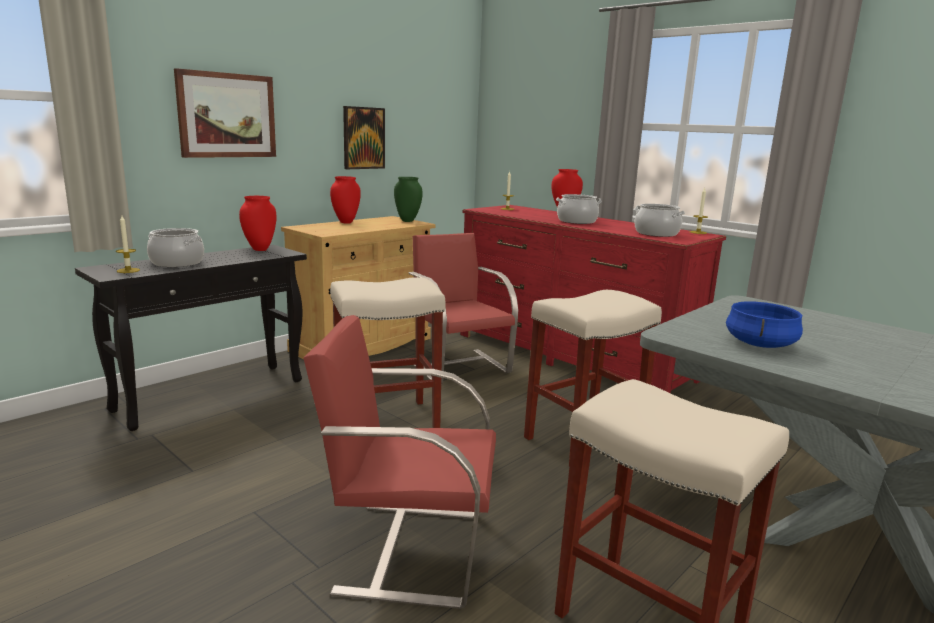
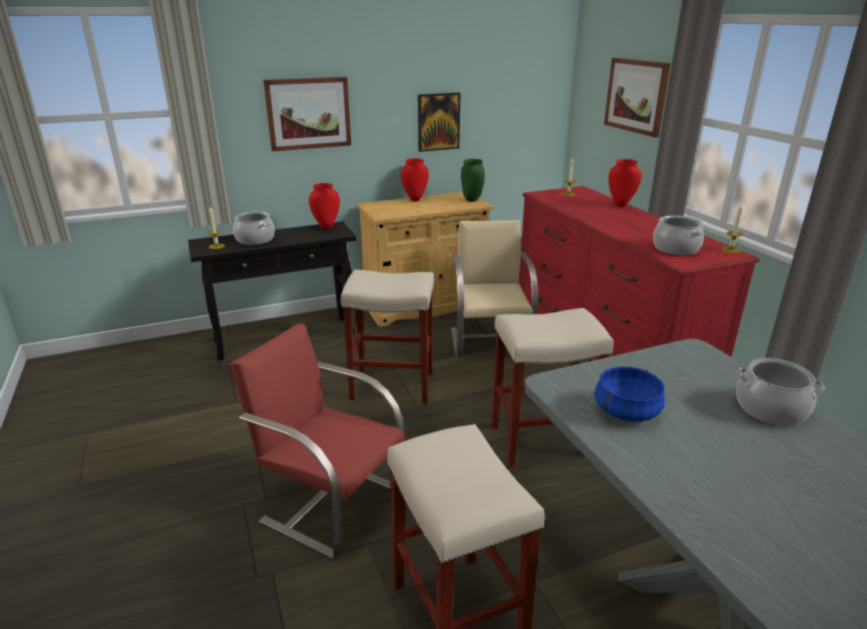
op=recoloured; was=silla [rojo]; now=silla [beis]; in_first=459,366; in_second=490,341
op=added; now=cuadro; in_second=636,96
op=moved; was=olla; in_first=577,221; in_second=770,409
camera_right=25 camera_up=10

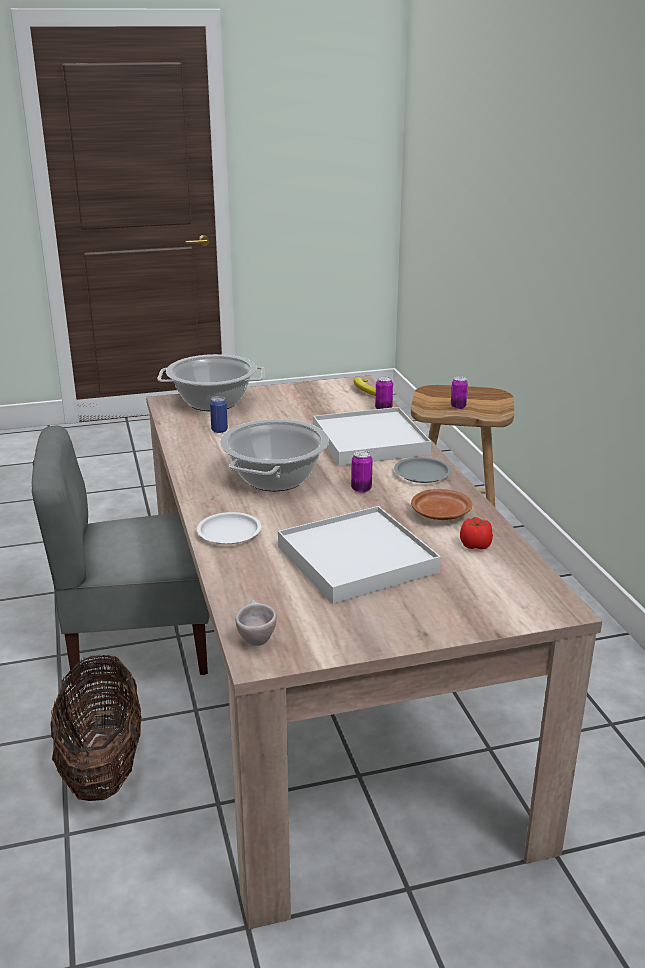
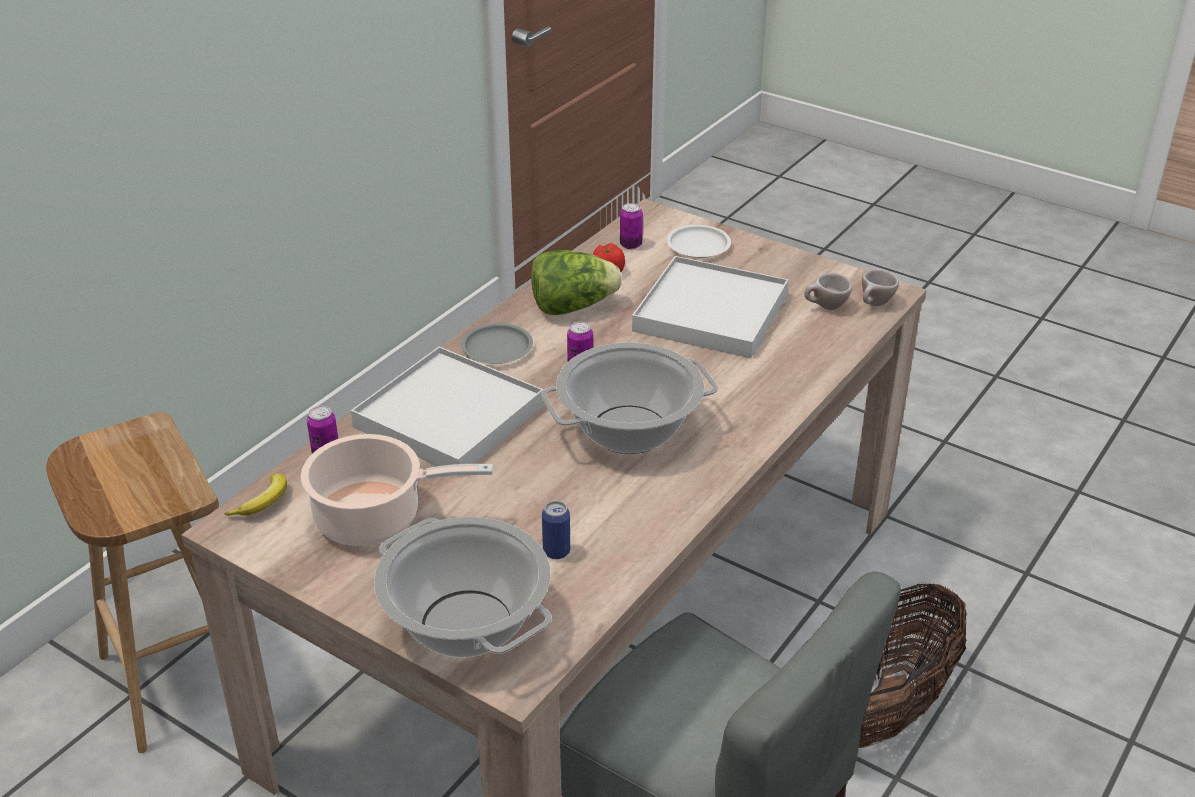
op=added; now=olla; in_second=375,518
op=replaced; was=plato [marrón]; now=lechuga; in_first=441,514; in_second=572,307
op=moved; was=lata; in_first=458,406; in_second=631,245
op=moved; was=plato [blanco]; in_first=229,532; in_second=697,246
op=added; now=taza [beis]; in_second=825,307
camera_right=-130 camera_up=10

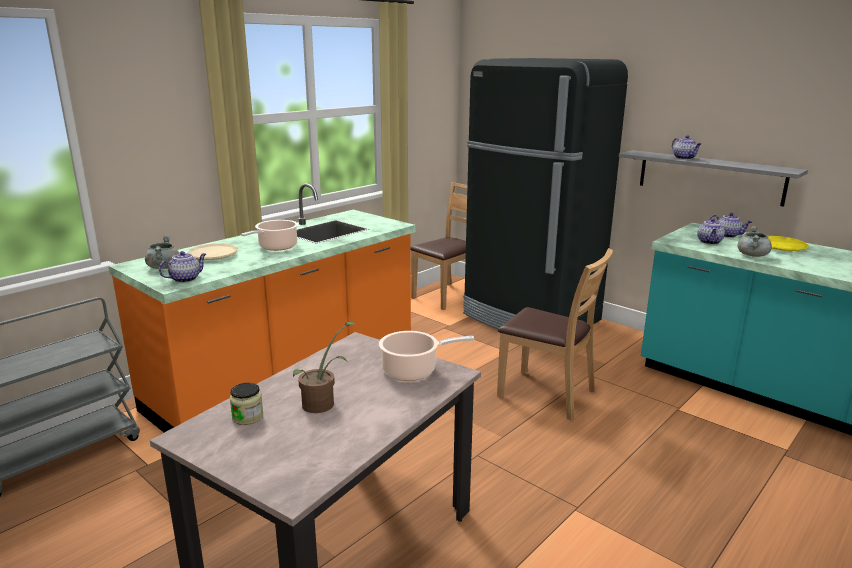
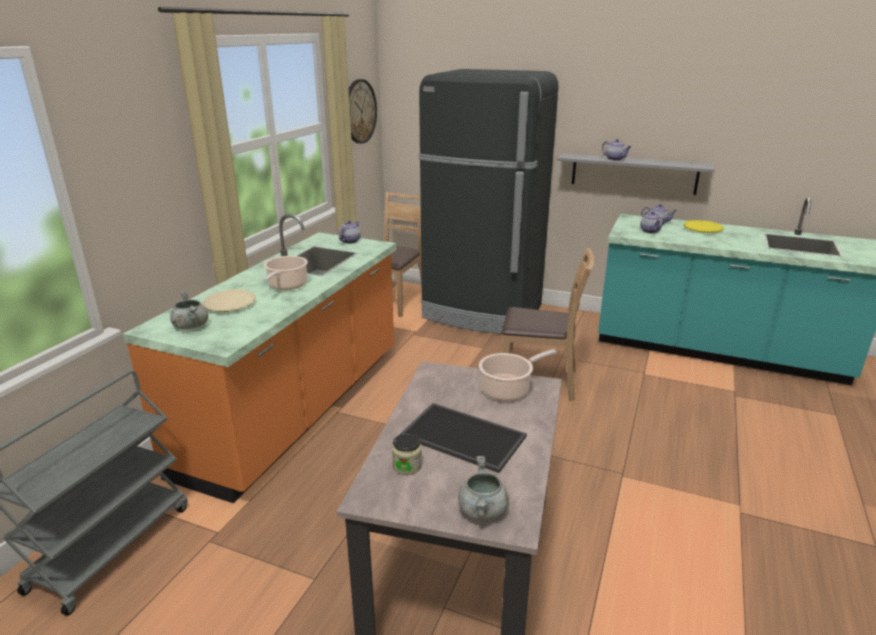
op=moved; was=tetera; in_first=186,279; in_second=350,241
op=added; now=reloj de pared; in_second=359,111
op=replaced; was=planta en maceta; now=bandeja; in_first=323,403; in_second=461,437
op=moved; was=olla [gris]; in_first=752,255; in_second=483,511
camera_right=-20 camera_up=5

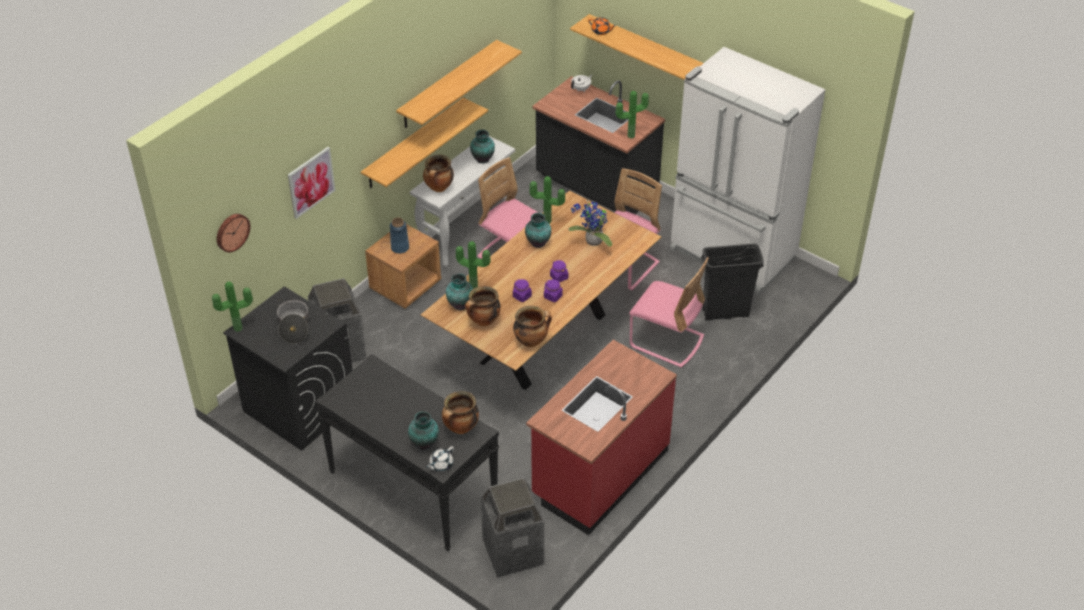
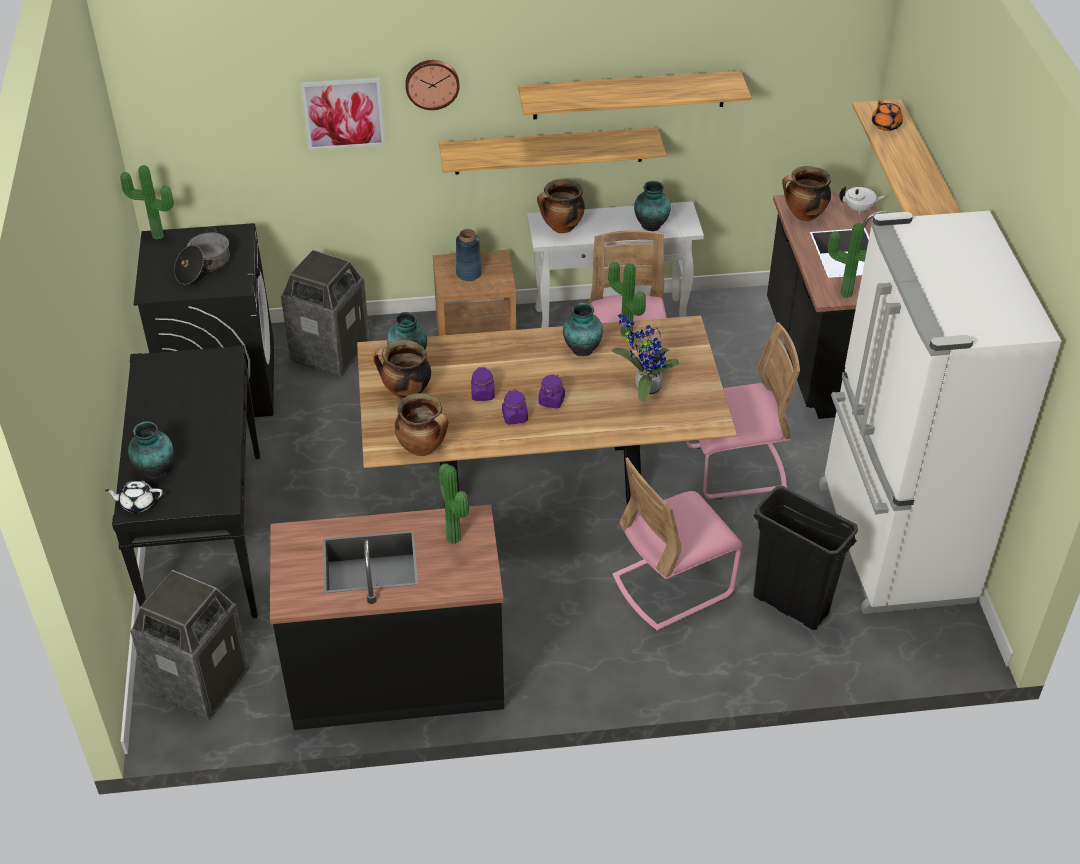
op=recoloured; was=mueble bajo de cocina [rojo]; now=mueble bajo de cocina [negro]; in_first=599,473; in_second=396,673
op=moved; was=reloj de pared; in_first=231,232; in_second=432,83
op=moved; was=planta en maceta; in_first=474,285; in_second=456,537
op=turned; was=silla [rosa]; in_first=666,341; in_second=672,585; clockwise=75
op=moved; was=olla; in_first=460,428; in_second=803,215
camera_right=45 camera_up=0

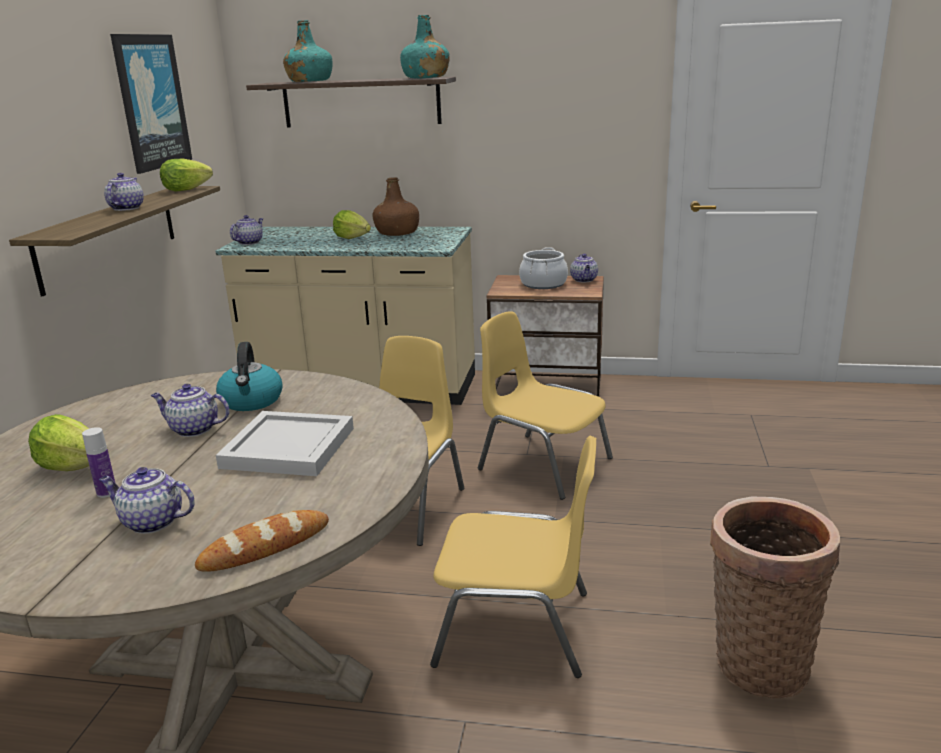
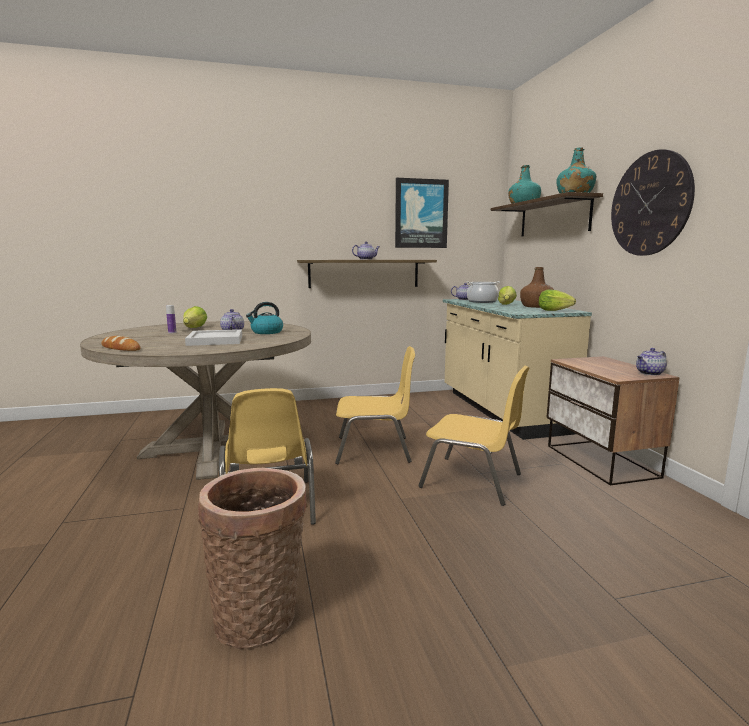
op=turned; was=silla [amarillo]; in_first=542,464; in_second=473,481; clockwise=105
op=moved; was=olla; in_first=543,284; in_second=482,301
op=moved; was=lechuga; in_first=186,190; in_second=553,311
op=added; now=reloj de pared; in_second=650,204
op=removed; was=tetera; in_first=151,522
camera_right=65 camera_up=-10

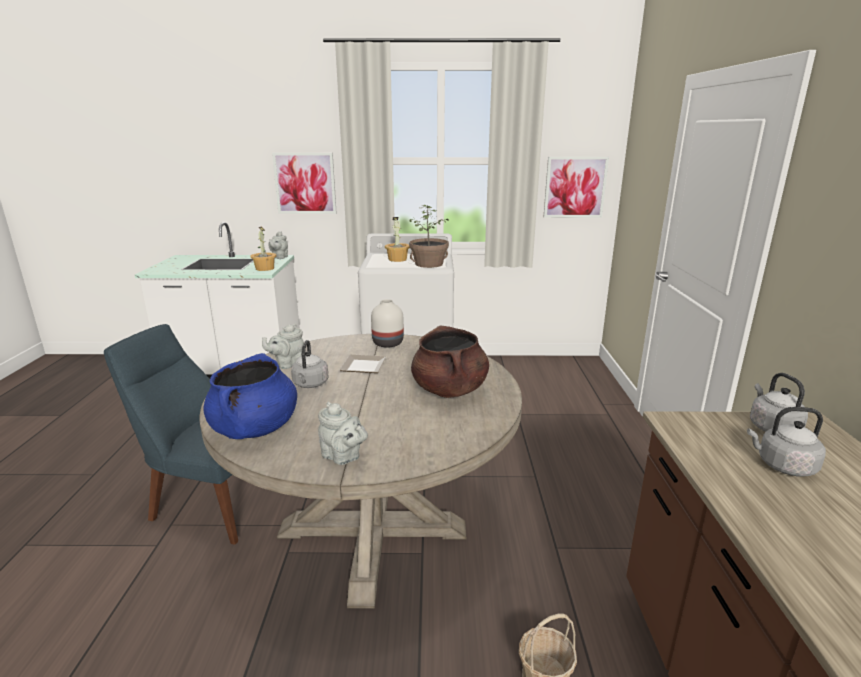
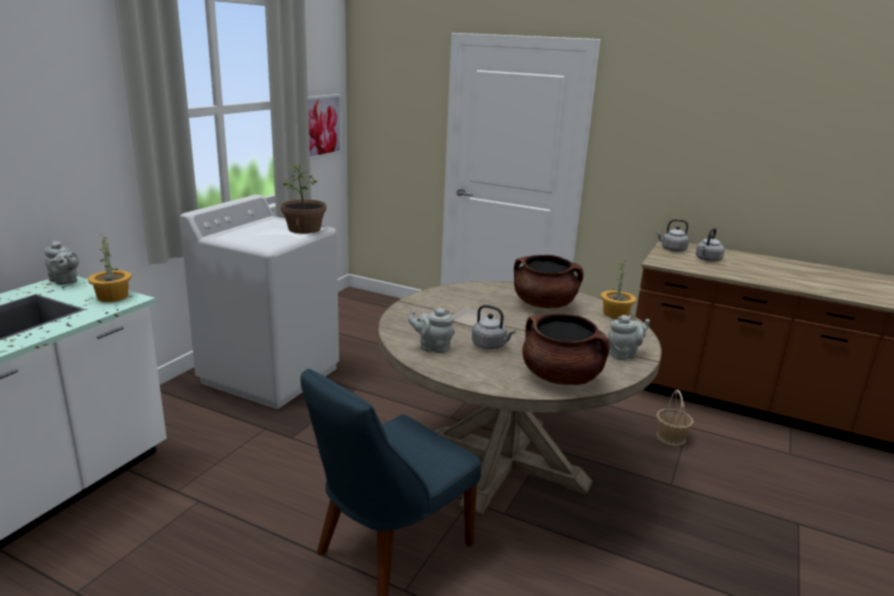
op=turned; was=tetera [gris]; in_first=287,364; in_second=432,347; clockwise=120
op=recoloured; was=olla [azul]; now=olla [marrón]; in_first=255,428; in_second=561,377
op=moved; was=planta en maceta; in_first=397,259; in_second=616,314
op=removed; was=cuadro; in_first=305,183
op=removed; was=florero [blanco]; in_first=387,343
camera_right=-65 camera_up=0

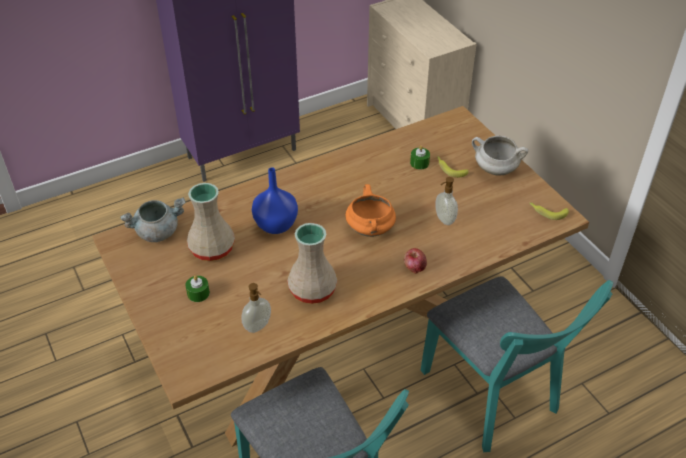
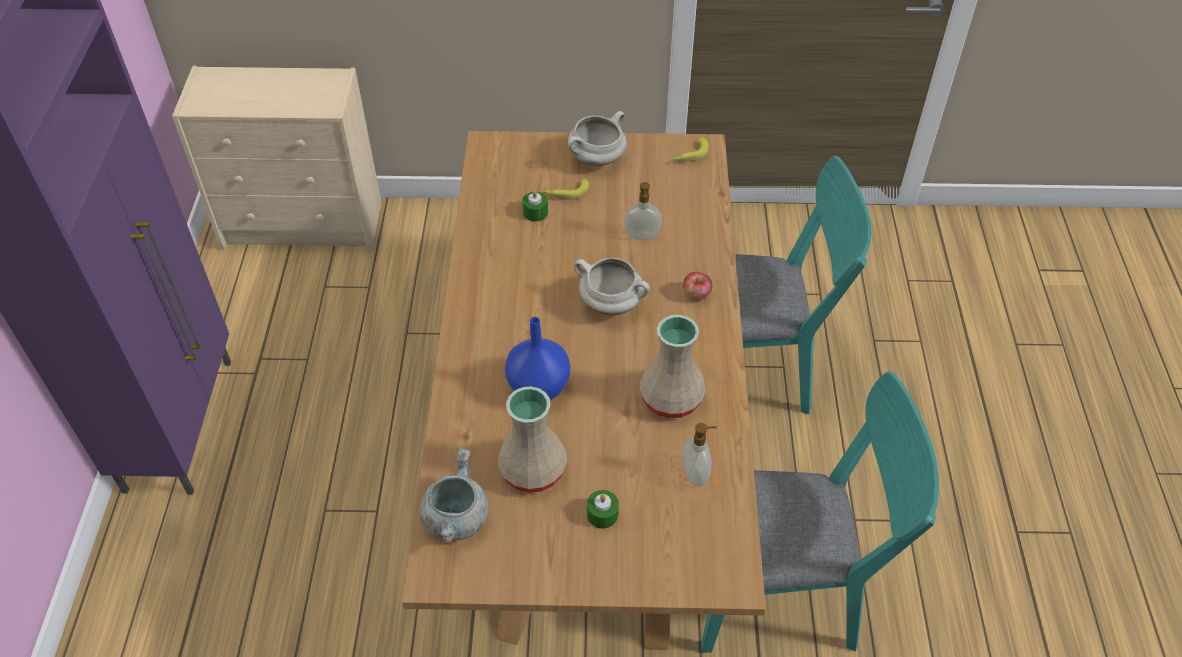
op=recoloured; was=olla [naranja]; now=olla [blanco]; in_first=371,229; in_second=612,304
camera_right=-60 camera_up=5

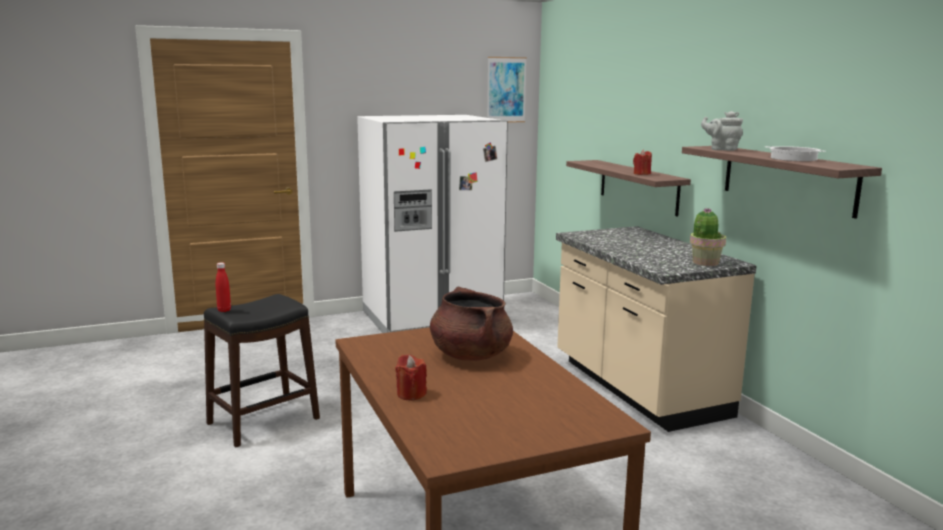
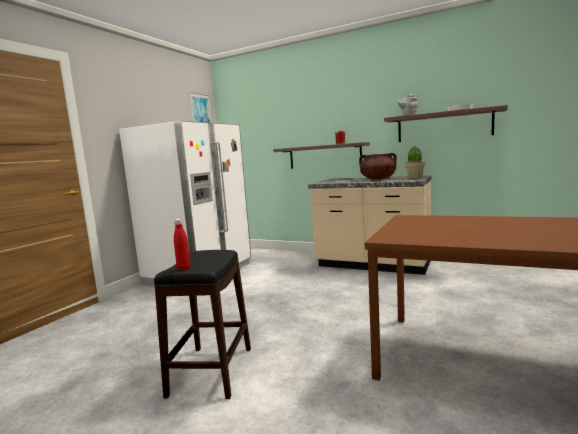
op=moved; was=olla [marrón]; in_first=470,355; in_second=378,179
op=removed; was=vela [rojo]; in_first=411,394
camera_right=-40 camera_up=-5

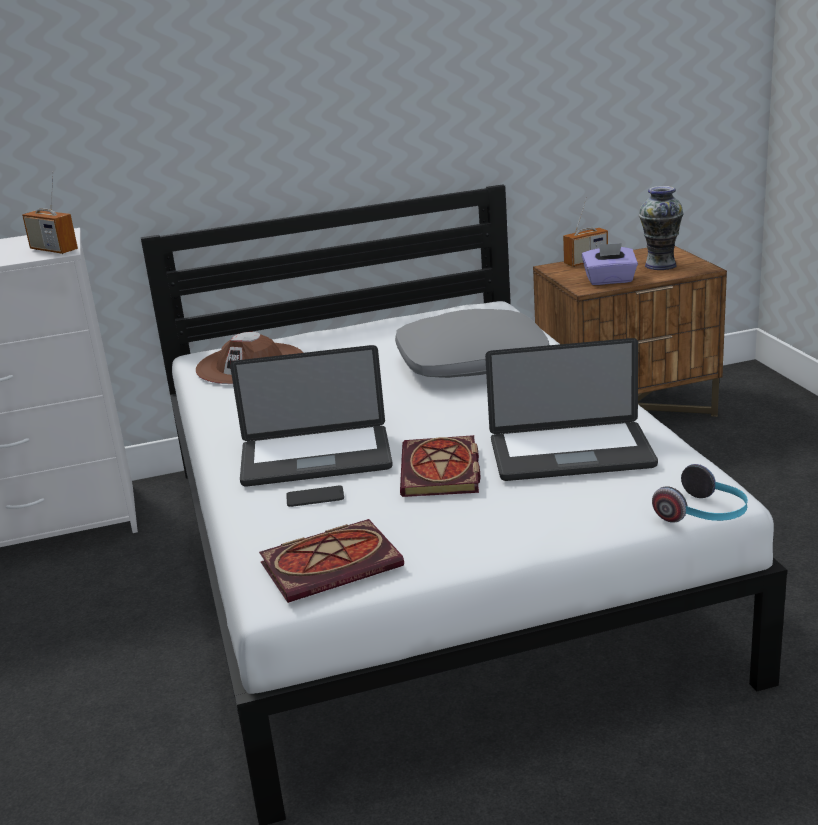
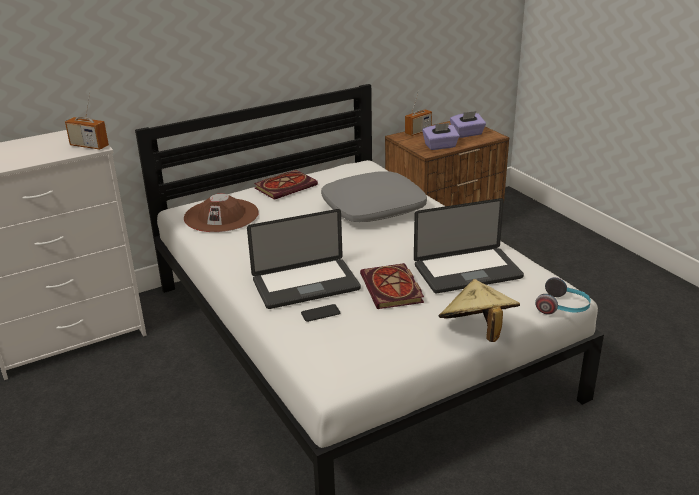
op=moved; was=libro; in_first=333,563; in_second=286,186
op=added; now=sombrero [beis]; in_second=477,332
op=replaced; was=florero; now=caja de pañuelos [morado]; in_first=661,265; in_second=467,134
camera_right=-15 camera_up=5

